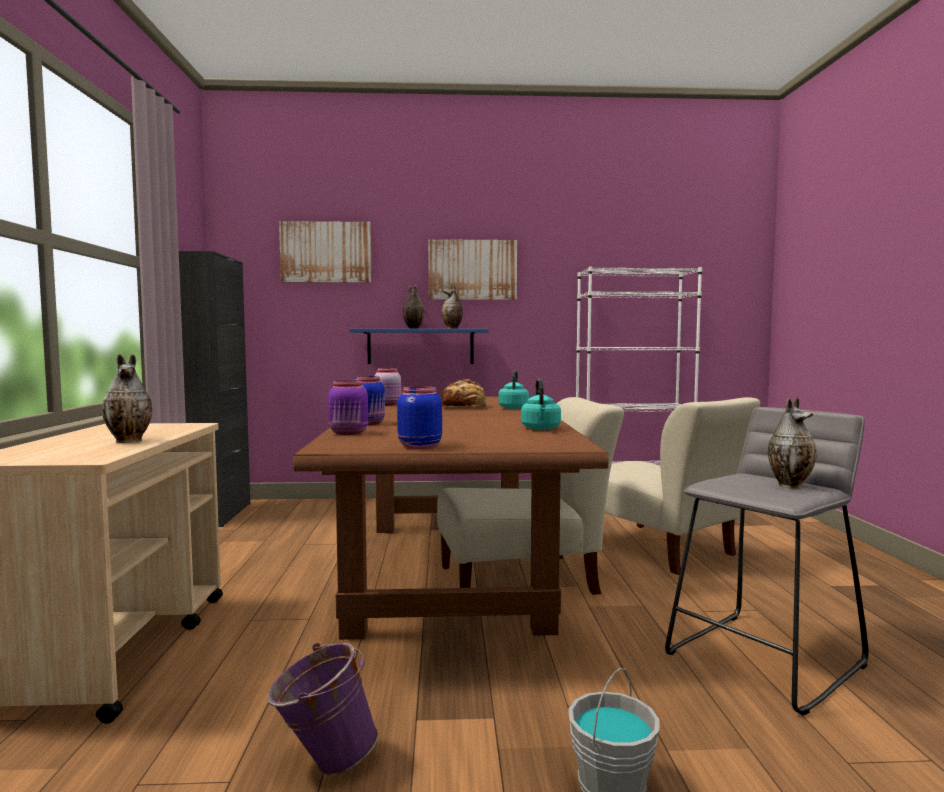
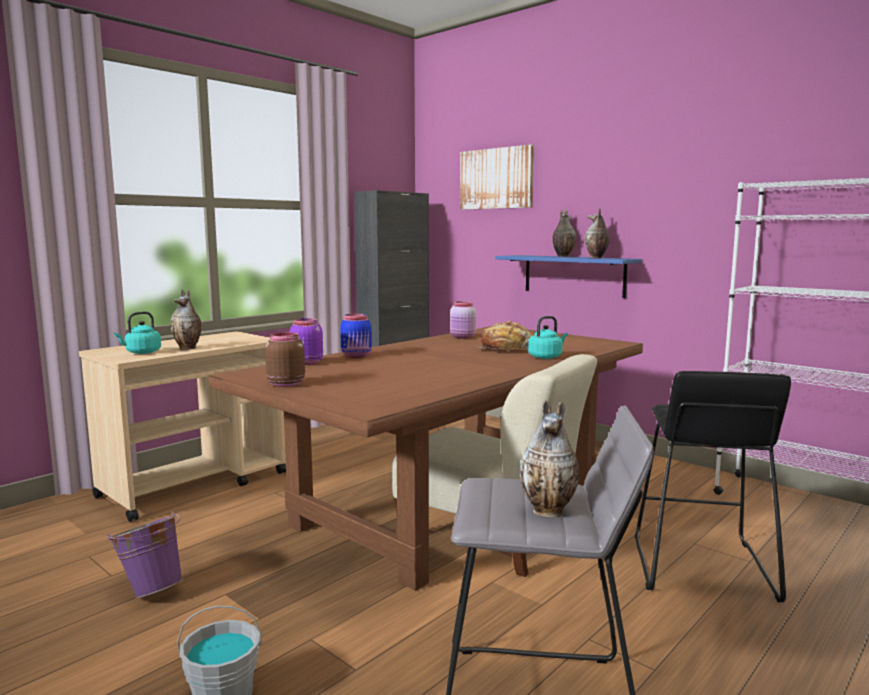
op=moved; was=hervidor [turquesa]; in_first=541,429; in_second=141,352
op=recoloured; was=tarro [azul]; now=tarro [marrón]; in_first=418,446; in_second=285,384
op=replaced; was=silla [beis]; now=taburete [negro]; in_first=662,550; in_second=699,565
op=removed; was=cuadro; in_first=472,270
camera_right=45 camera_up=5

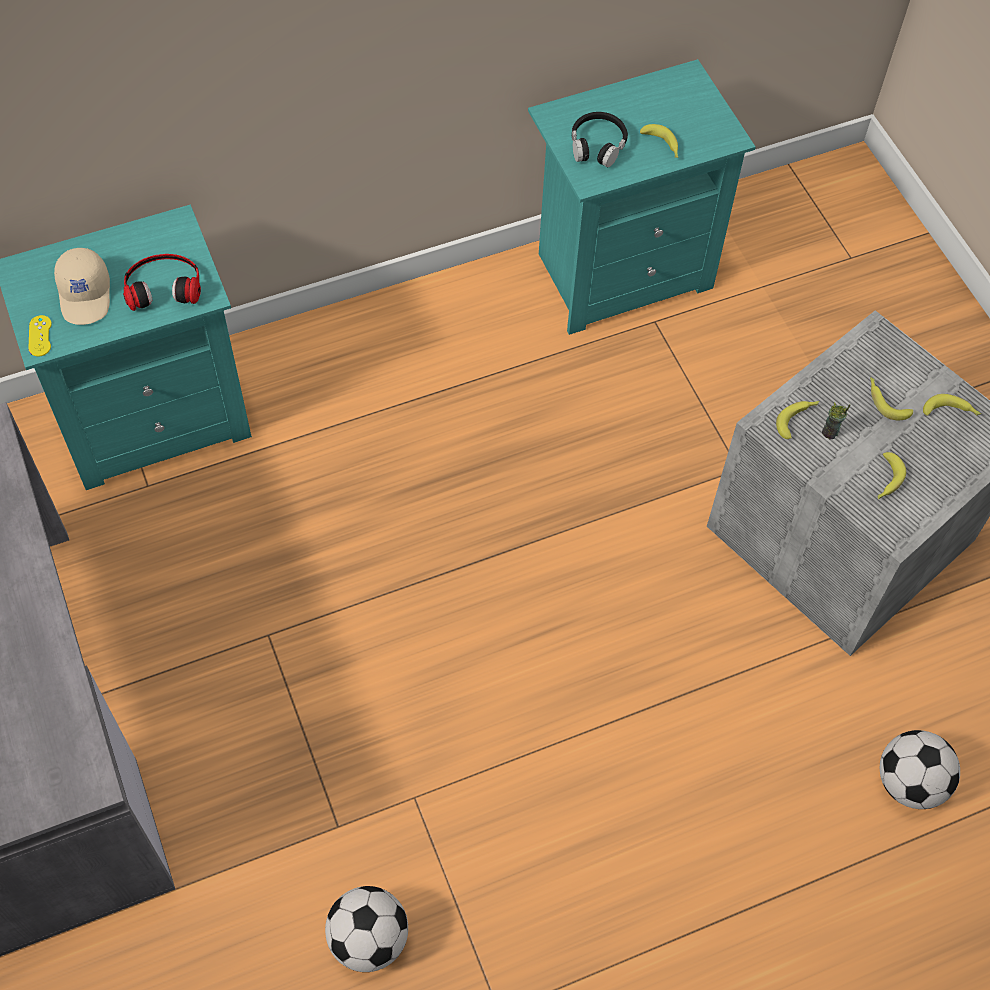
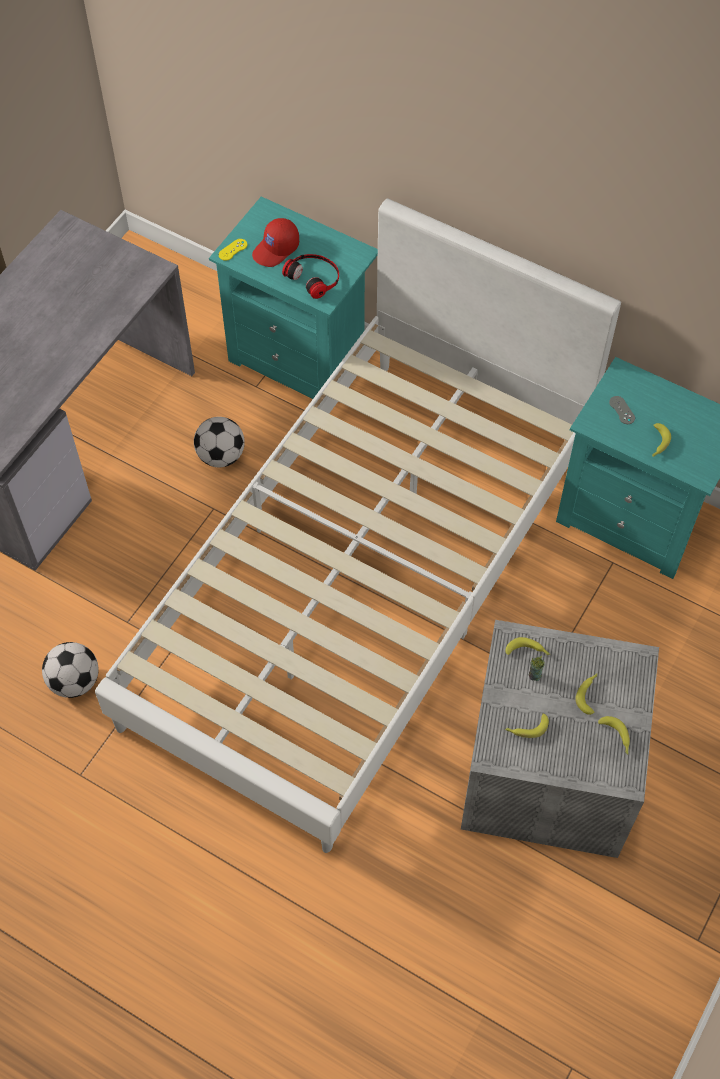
op=added; now=cama [blanco]; in_second=360,584
op=moved; was=balón de fútbol; in_first=909,782; in_second=221,456
op=recoloured; was=gorra [beis]; now=gorra [rojo]; in_first=86,295; in_second=276,249
op=replaced; was=auriculares [negro]; now=mando de consola [gris]; in_first=597,145; in_second=622,410
camera_right=55 camera_up=0

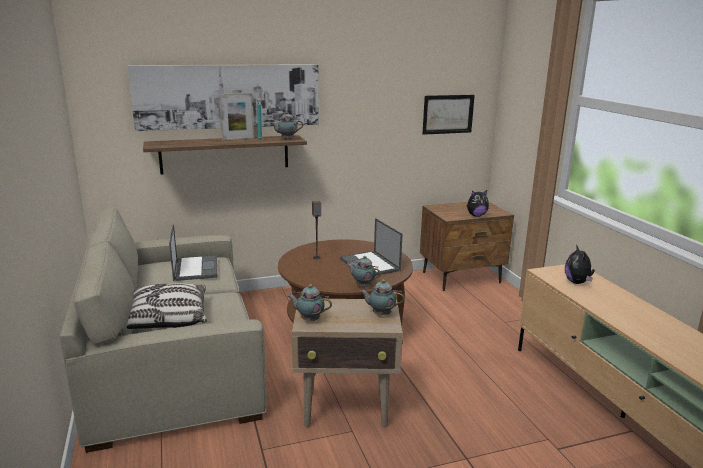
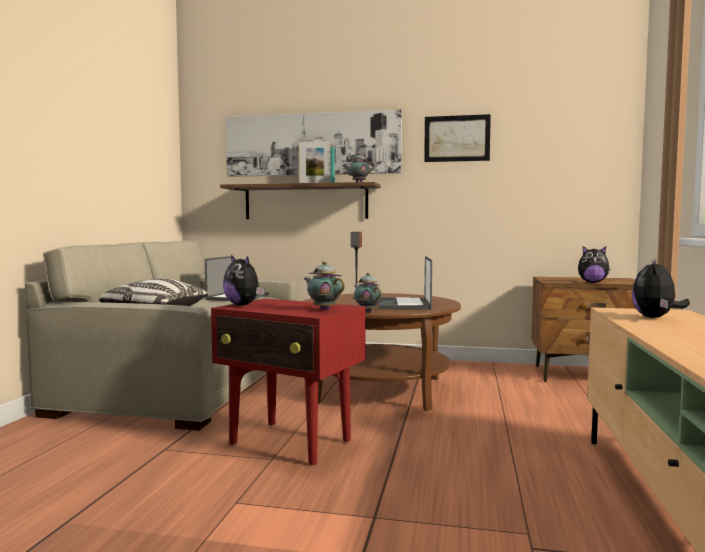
op=recoloured; was=mesa auxiliar [beis]; now=mesa auxiliar [rojo]; in_first=347,410; in_second=291,443
op=replaced; was=tetera; now=peluche; in_first=309,319; in_second=243,305
op=moved; was=cuadro; in_first=448,114; in_second=457,138
camera_right=30 camera_up=-15

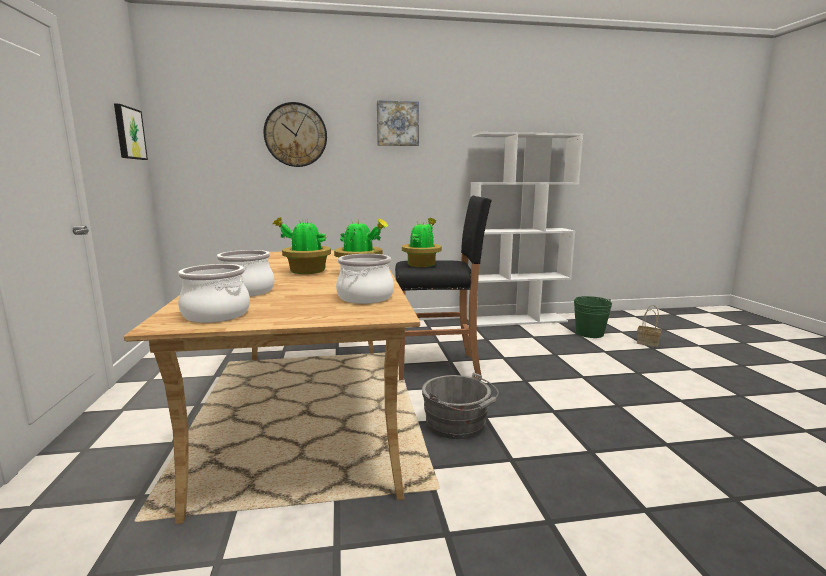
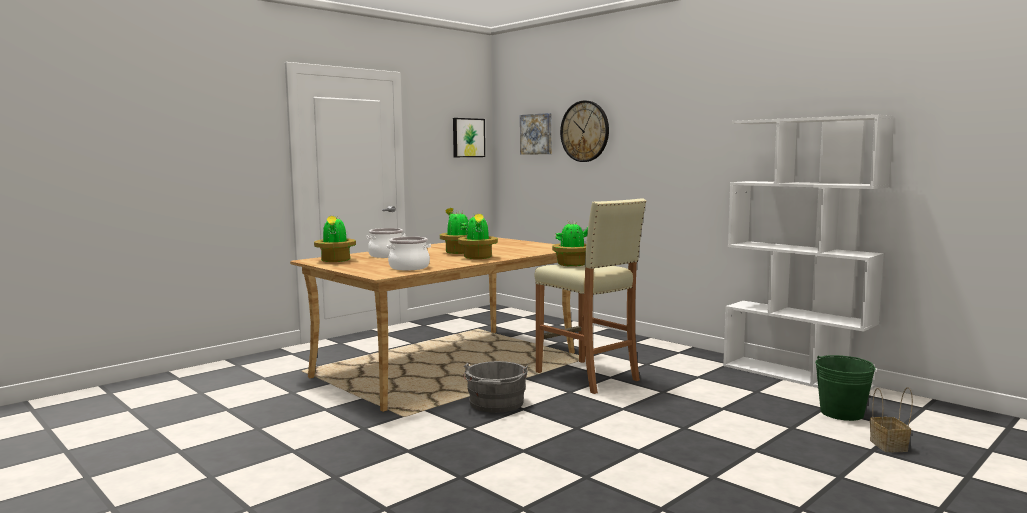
op=replaced; was=olla; now=planta en maceta; in_first=217,314; in_second=335,261
op=moved; was=cuadro; in_first=397,124; in_second=537,134
op=recoloured; was=taburete [negro]; now=taburete [beis]; in_first=438,367; in_second=587,377
camera_right=55 camera_up=-5

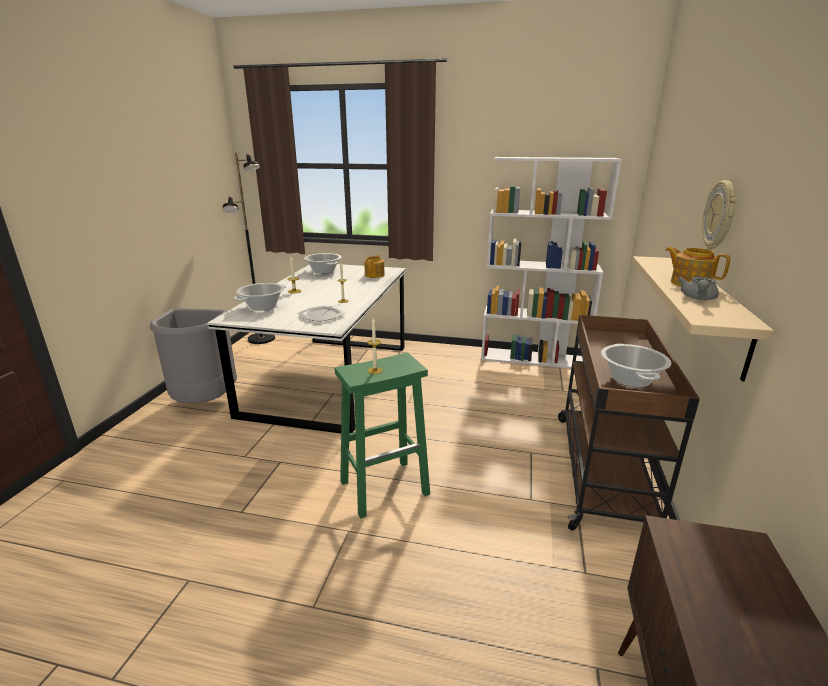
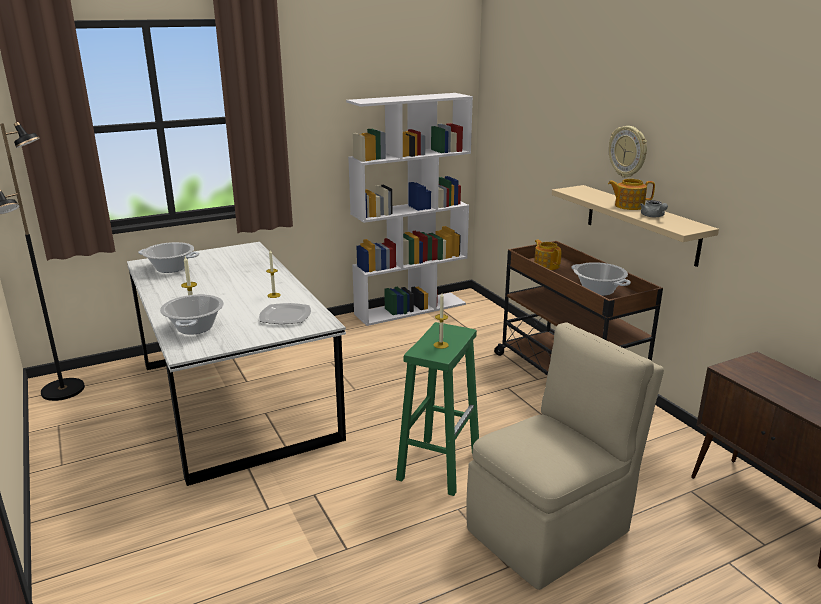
op=added; now=silla [beis]; in_second=551,529
op=moved; was=tetera; in_first=375,275; in_second=546,265
op=removed; was=papelera [gris]; in_first=204,403
camera_right=-40 camera_up=0

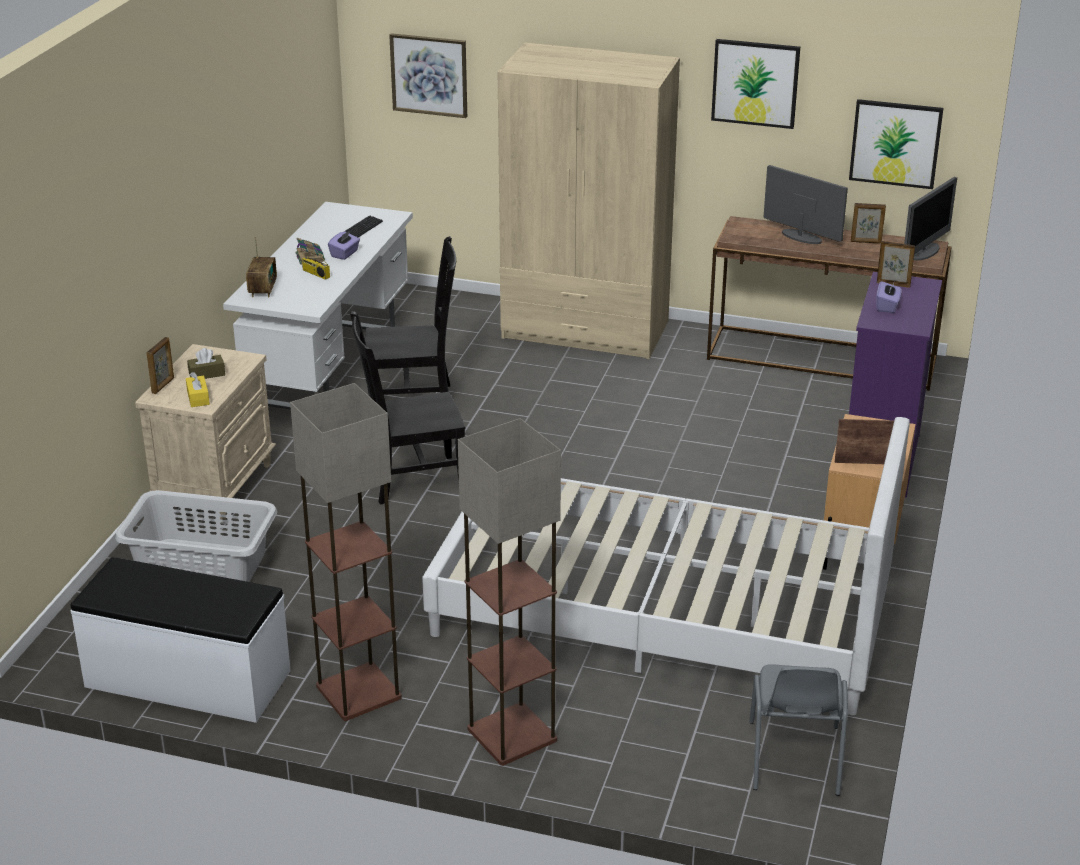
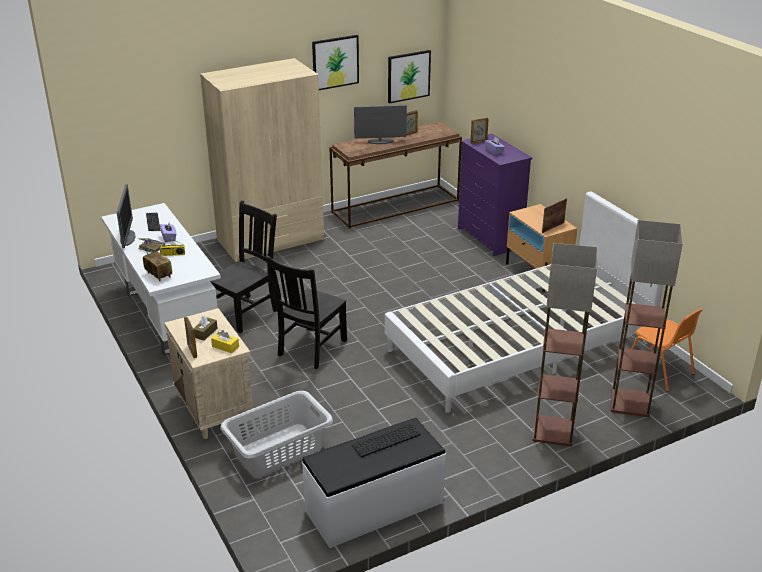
op=moved; was=monitor; in_first=925,252; in_second=127,238
op=added; now=teclado; in_second=386,441
op=moved; was=lámpara de pie; in_first=358,693; in_second=631,403
op=recoloured; was=silla [gris]; now=silla [naranja]; in_first=794,759; in_second=659,371
op=removed; was=cuadro; in_first=429,75
camera_right=-45 camera_up=0

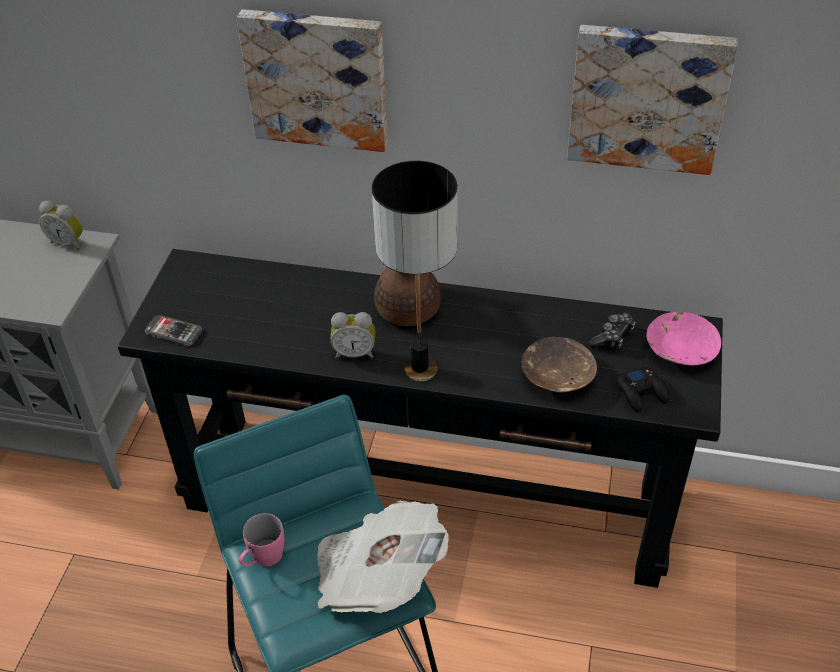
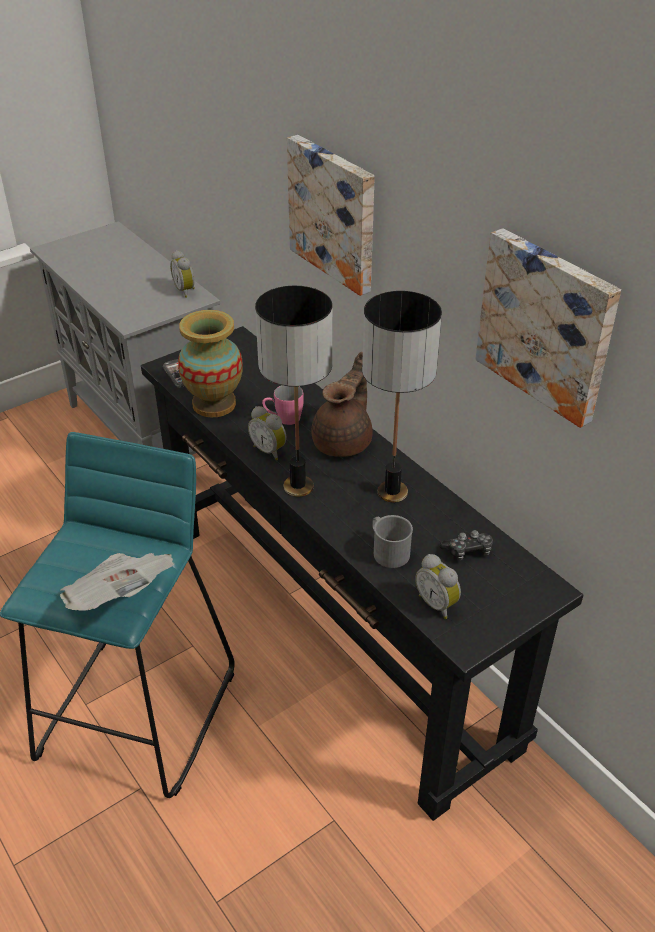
op=added; now=florero; in_second=214,404
op=moved; was=taza grande [rosa]; in_first=263,560; in_second=283,419
op=added; now=lámpara de mesa; in_second=391,492
op=replaced; was=cuenco [marrón]; now=taza grande [gris]; in_first=557,376; in_second=388,551
op=replaced; was=mando de consola [negro]; now=despertador; in_first=642,393; in_second=438,604
op=removed; was=cuenco [rosa]; in_first=680,350
camera_right=40 camera_up=-5

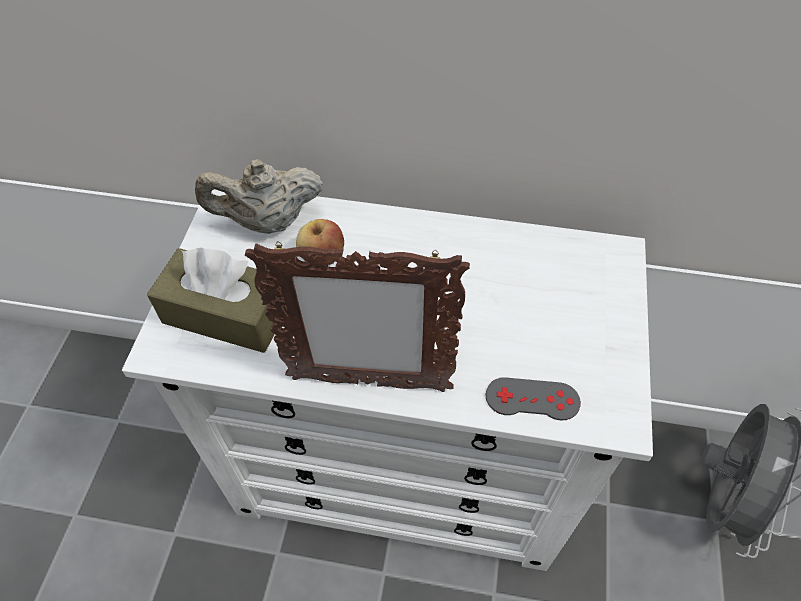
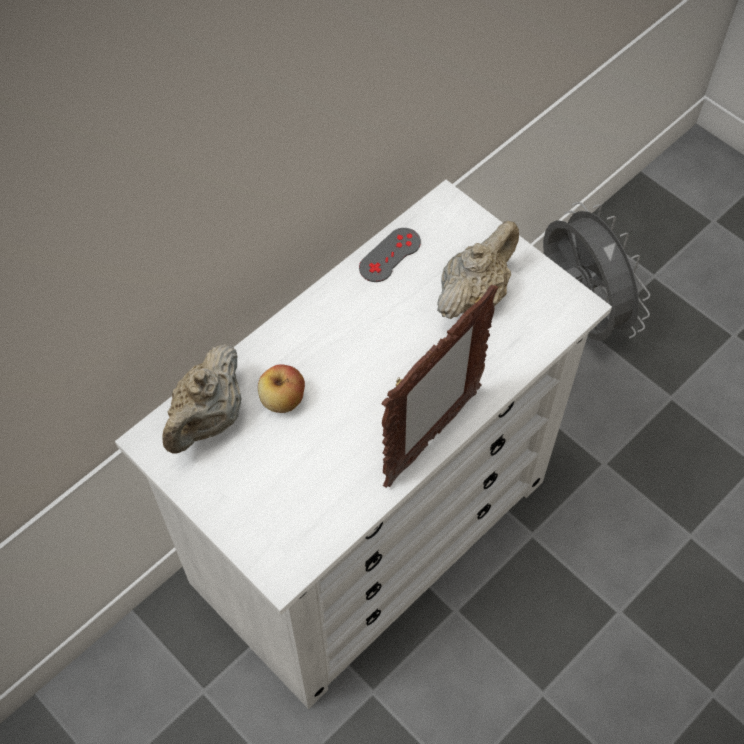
op=moved; was=mando de consola [gris]; in_first=532,399; in_second=390,255
op=added; now=tetera [beis]; in_second=474,295
op=removed; was=caja de pañuelos [marrón]; in_first=226,314
camera_right=-55 camera_up=5

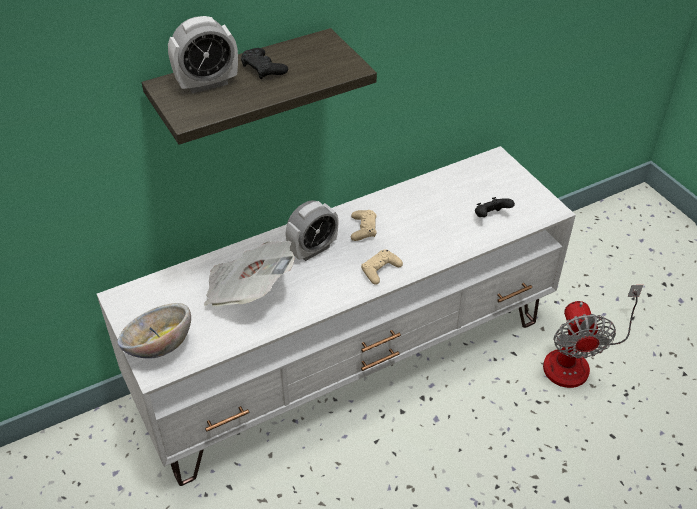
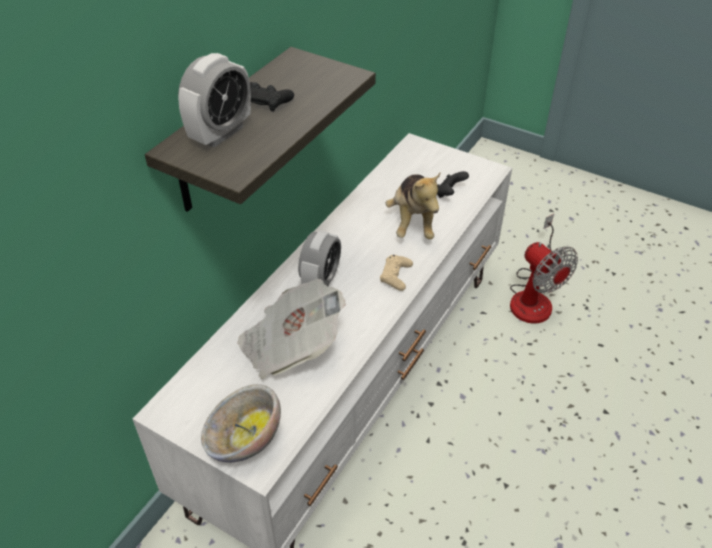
op=added; now=peluche; in_second=413,222
op=removed; was=mando de consola [beis]; in_first=363,229
camera_right=-30 camera_up=0

